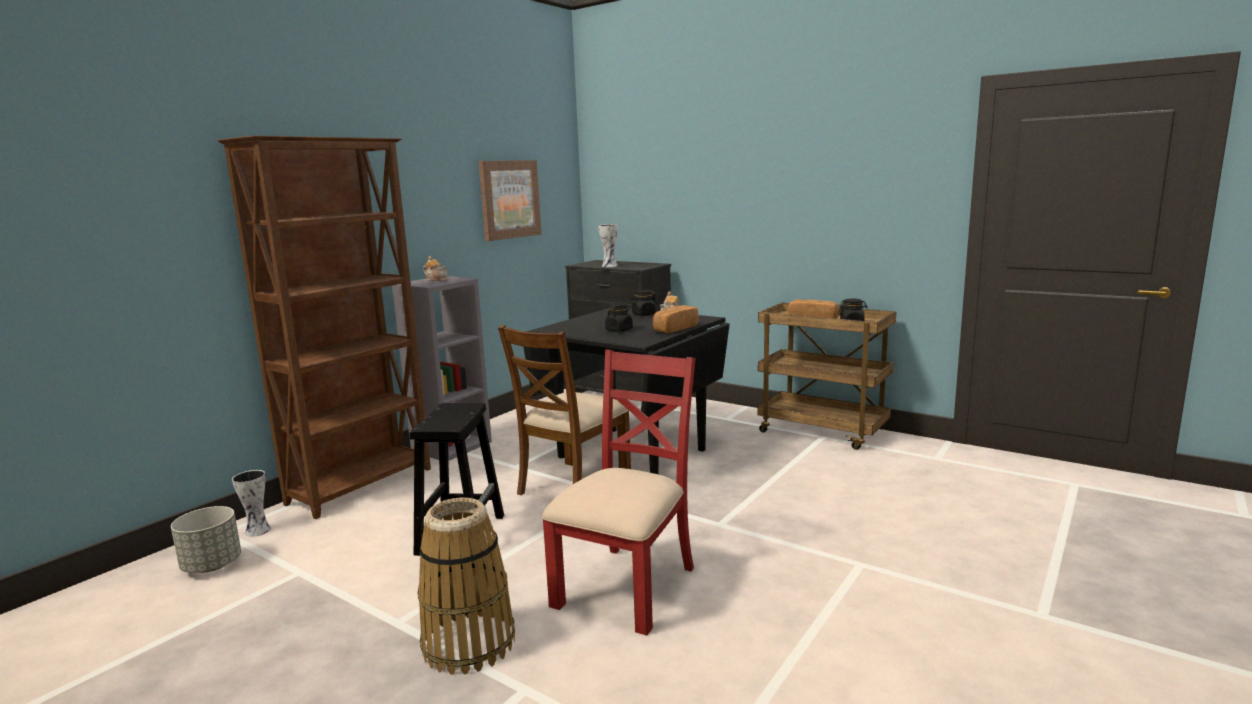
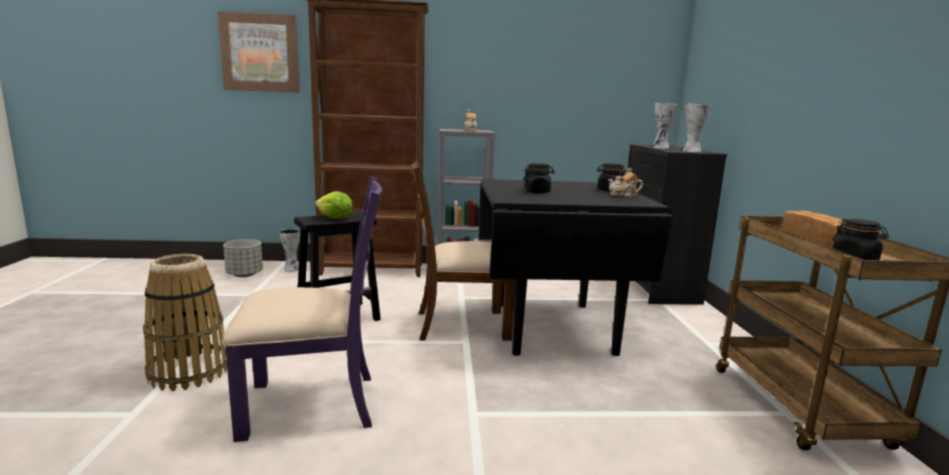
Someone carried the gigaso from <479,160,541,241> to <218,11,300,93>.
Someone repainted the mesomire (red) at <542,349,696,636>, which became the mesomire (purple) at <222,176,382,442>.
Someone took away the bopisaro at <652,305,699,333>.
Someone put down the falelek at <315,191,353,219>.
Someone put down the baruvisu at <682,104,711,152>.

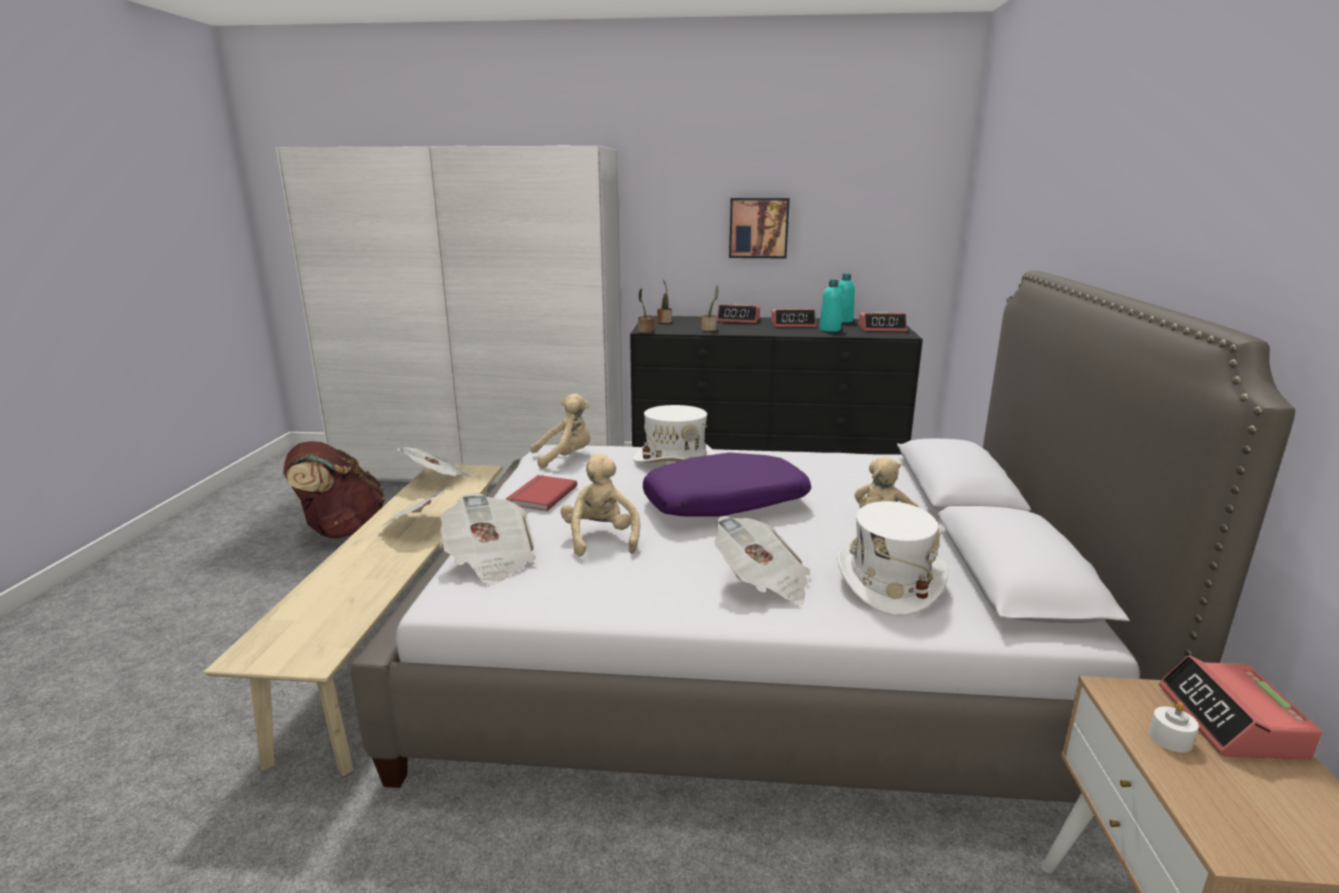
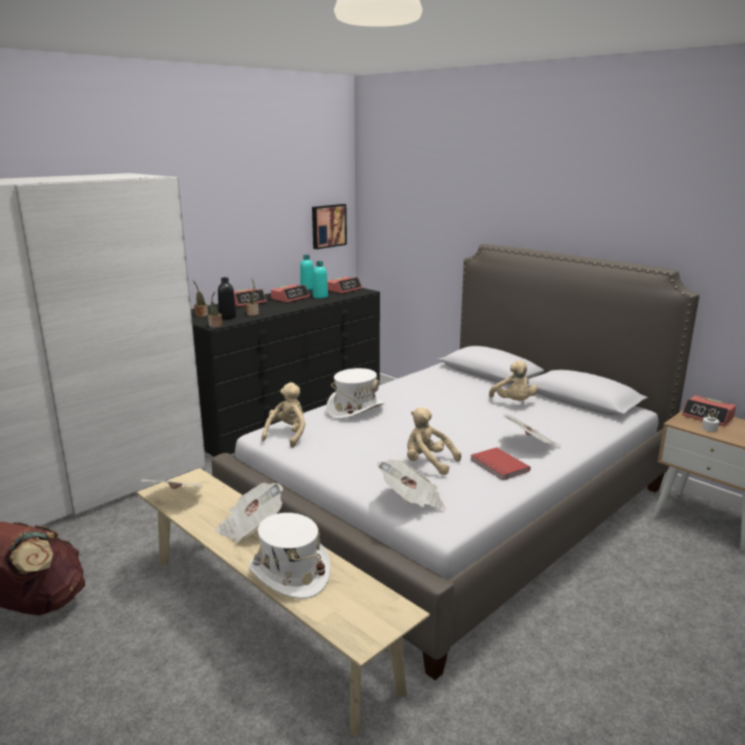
Someone carried the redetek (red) from <506,475,577,511> to <470,447,531,480>.
Someone took away the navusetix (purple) at <643,452,811,517>.
Someone carried the gigaso from <729,198,790,258> to <312,204,347,249>.
Someone carried the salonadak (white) from <837,501,948,616> to <249,513,330,599>.
Someone put down the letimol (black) at <218,277,236,319>.

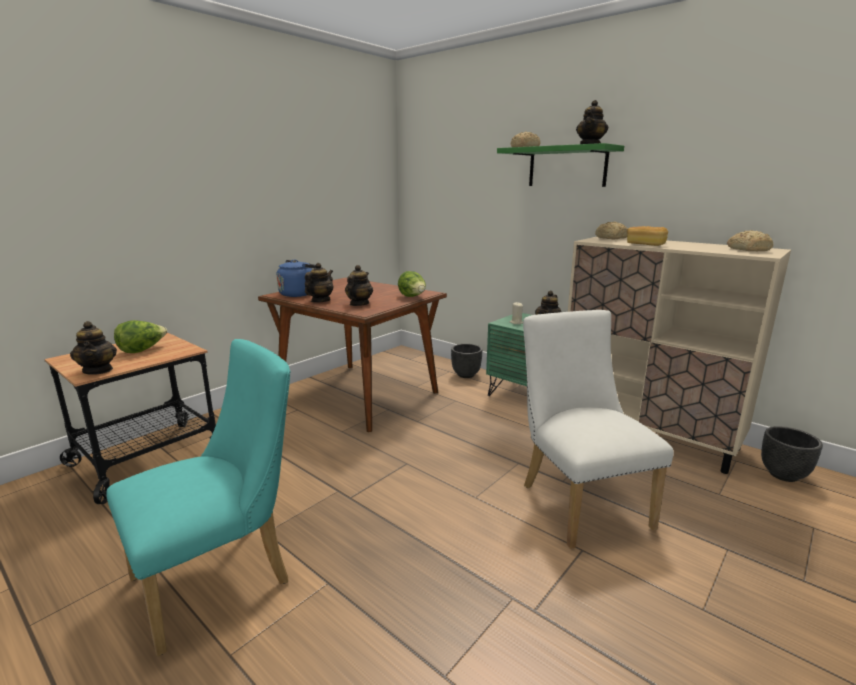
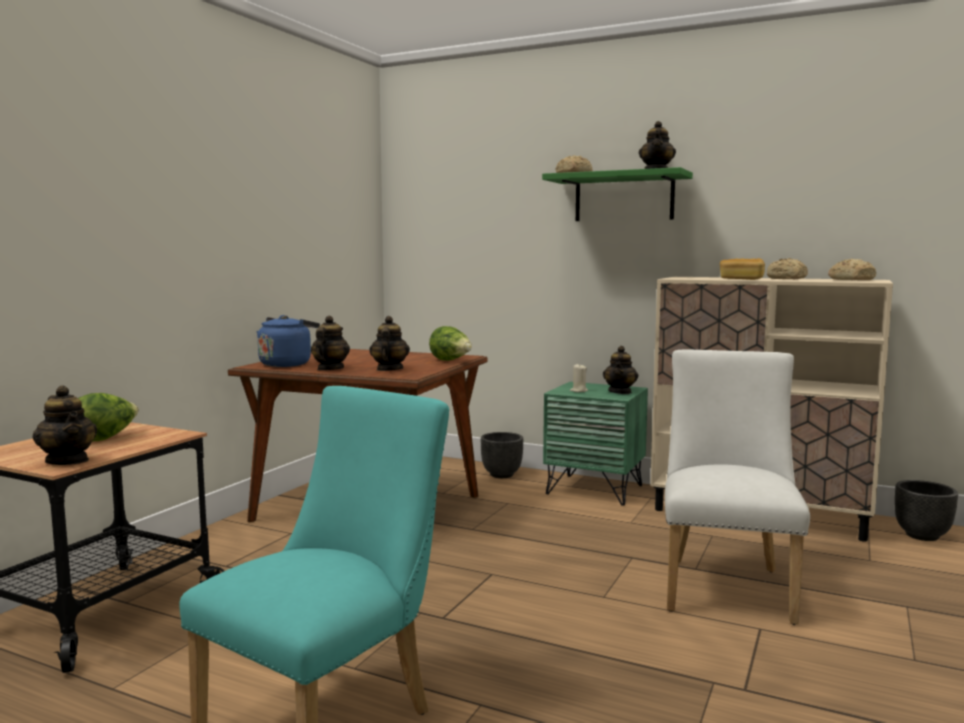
Someone rotated the mesomire (white) at <523,310,674,549> by 45 degrees clockwise.
Someone carried the bopisaro from <595,221,628,240> to <767,258,808,279>.

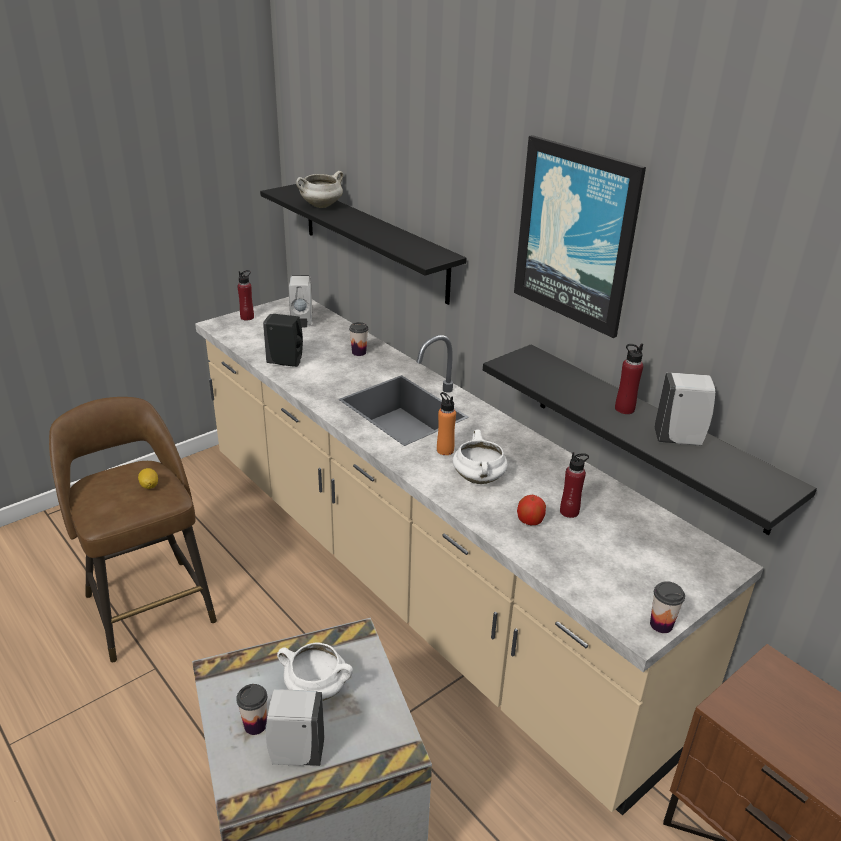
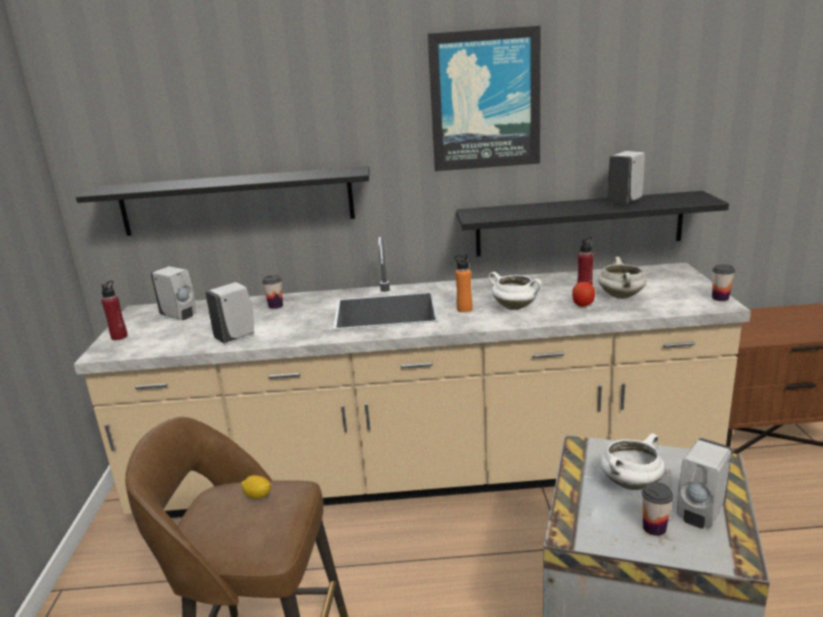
Someone repainted the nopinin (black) at <263,314,303,367>, which became the nopinin (white) at <205,282,254,343>.
Someone carried the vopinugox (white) from <296,171,344,208> to <598,257,646,299>.
Someone took away the letimol (red) at <615,344,643,414>.

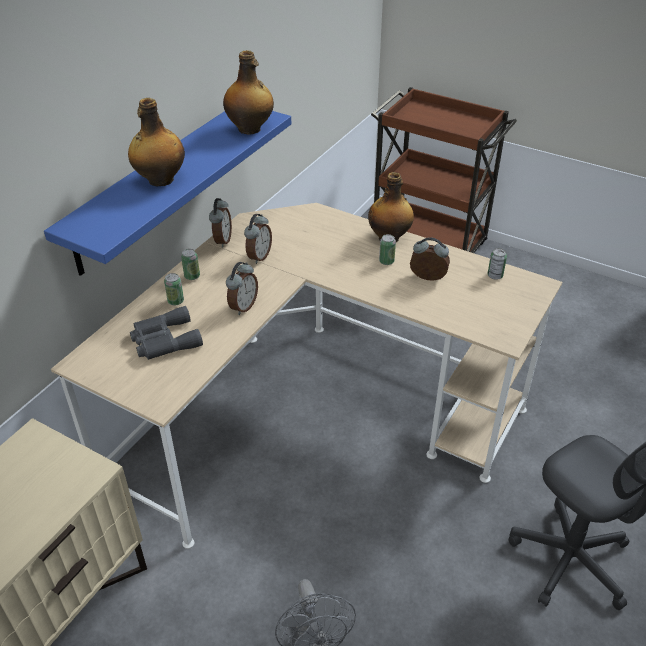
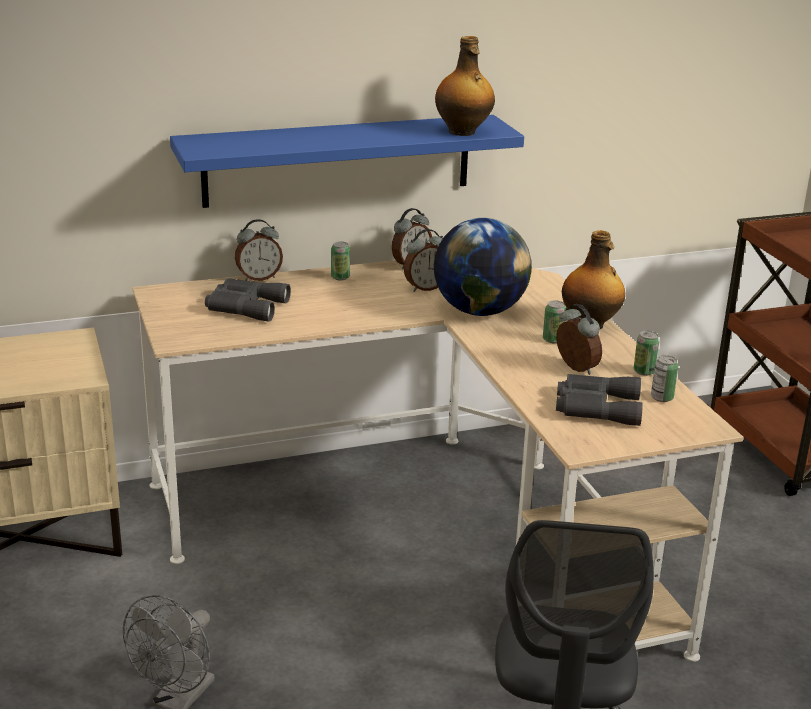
Someone took away the letimol at <128,98,185,186>.
Someone carried the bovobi from <164,273,184,305> to <633,331,659,376>.
Someone carried the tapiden from <226,262,258,315> to <235,219,283,281>.
Someone put down the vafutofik at <434,218,532,316>.
Someone put down the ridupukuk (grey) at <556,374,643,426>.

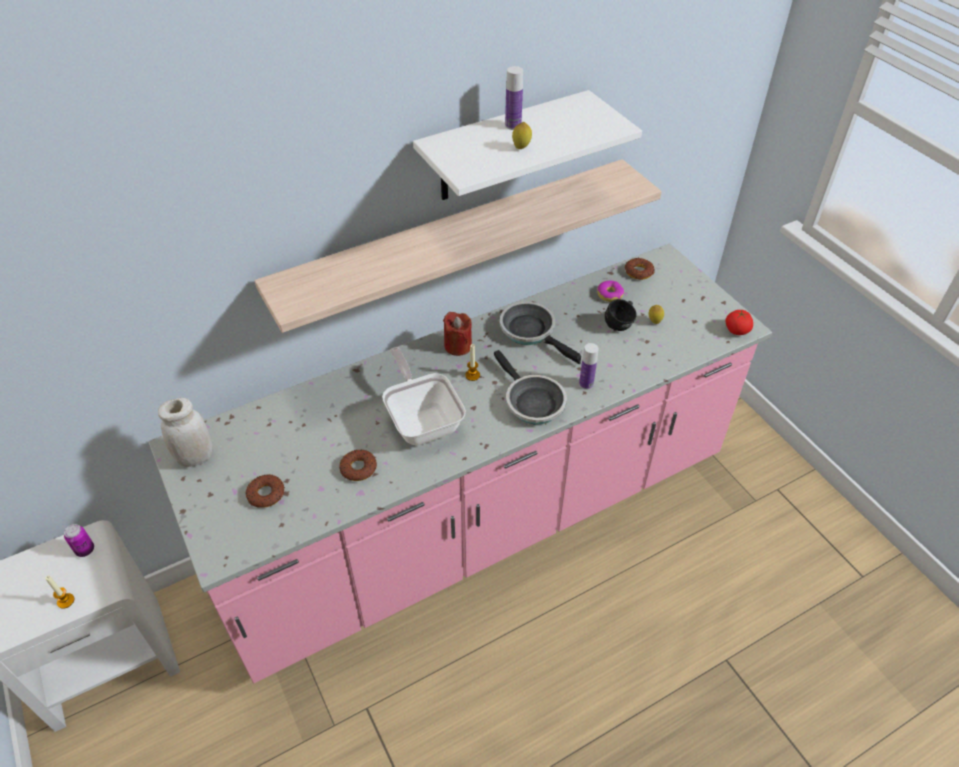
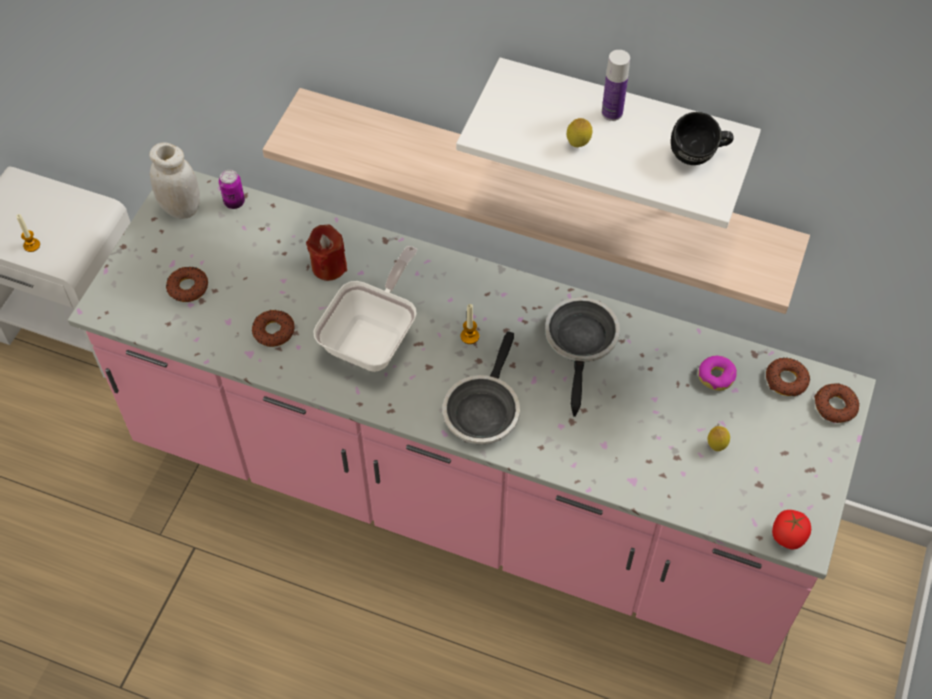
Someone carried the bovobi from <64,524,94,557> to <219,170,245,209>.
Someone carried the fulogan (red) from <443,312,472,356> to <306,224,347,281>.
Someone took away the letimol at <579,343,599,390>.
Someone carried the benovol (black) from <605,299,637,331> to <671,112,734,165>.
Someone put down the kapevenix at <814,383,859,423>.

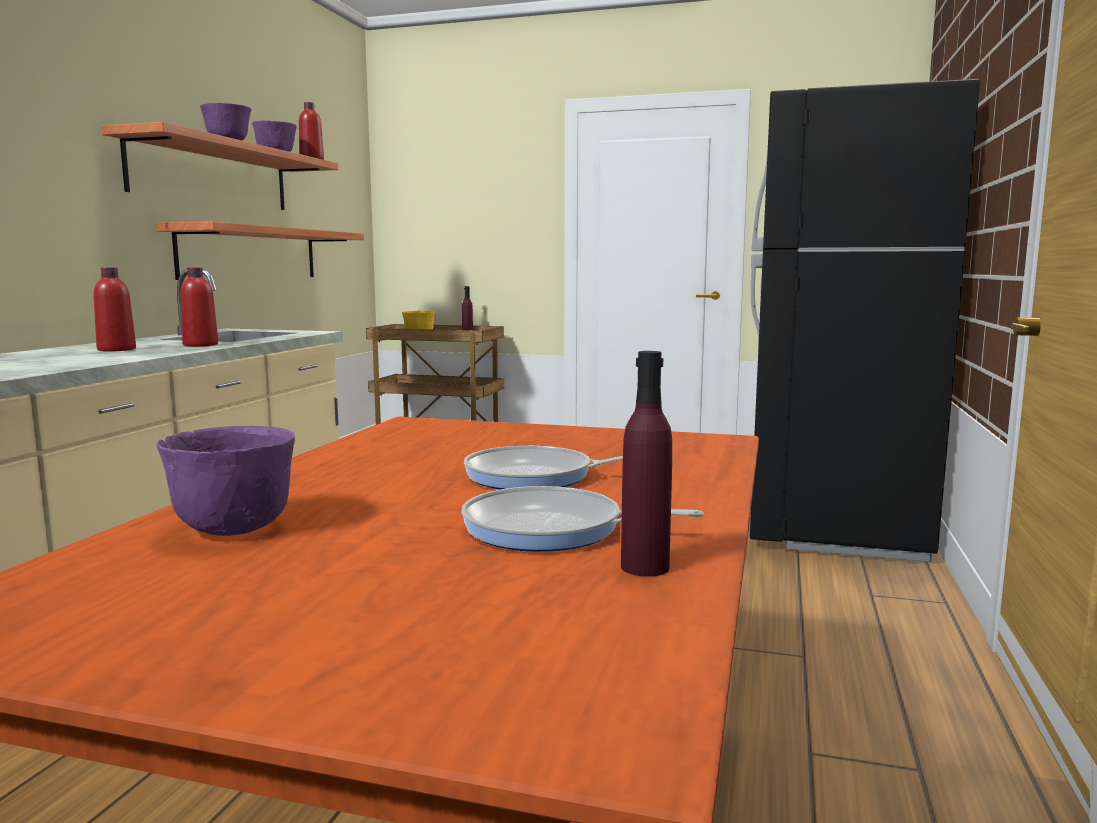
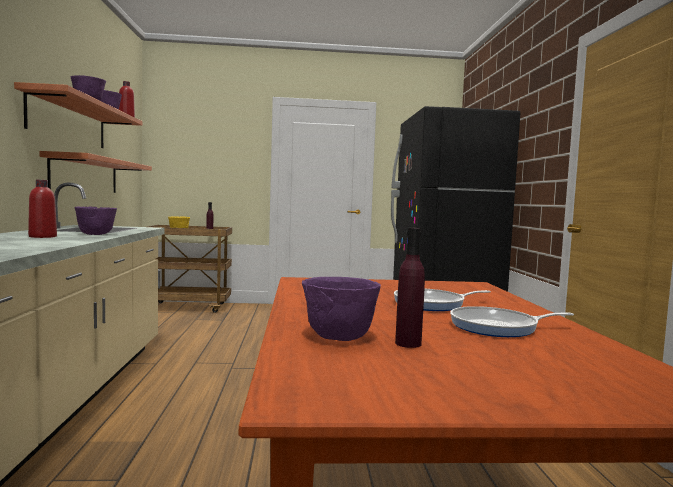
Someone swapped the letimol (red) at <180,268,218,347> for the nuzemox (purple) at <75,206,117,235>.
Someone carried the letimol (purple) from <621,351,672,577> to <395,228,425,348>.

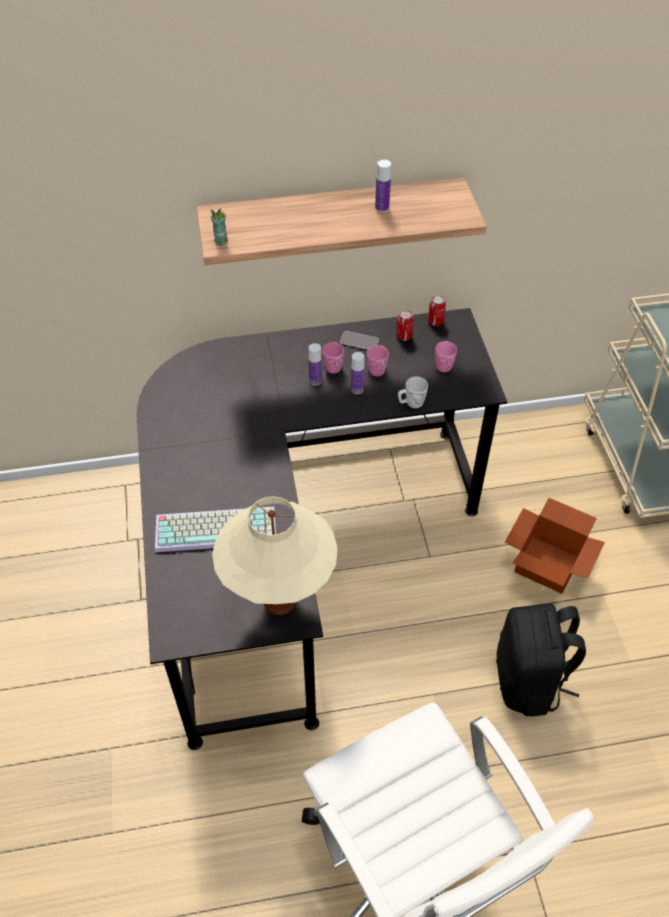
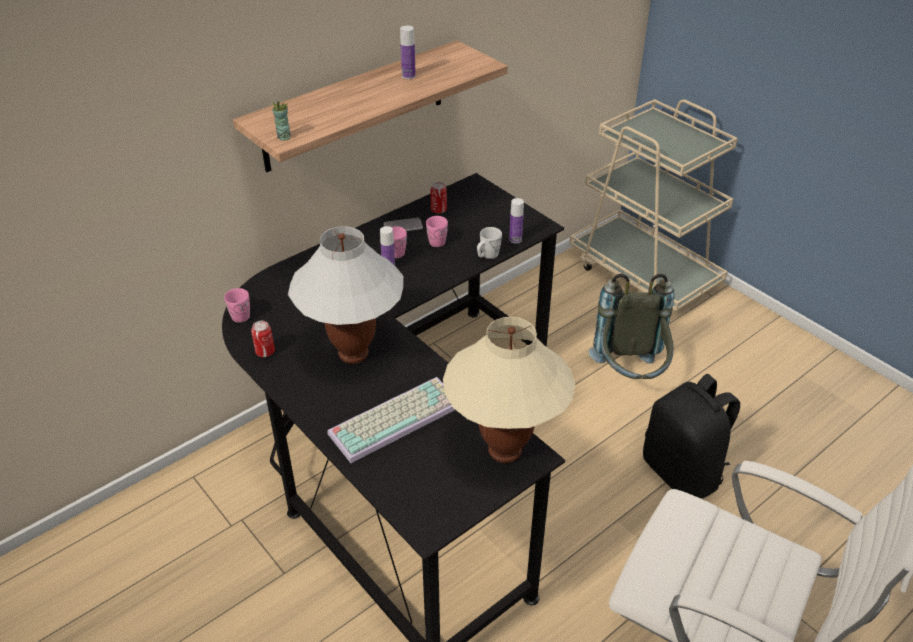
Someone carried the letimol from <351,352,364,394> to <509,198,524,243>.
Someone carried the bovobi from <428,295,446,326> to <251,321,275,357>.
Someone carried the benovol (pink) from <435,341,457,372> to <224,288,250,323>.
Someone swapped the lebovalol at <505,498,605,594> for the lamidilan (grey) at <588,274,675,379>.
Someone put down the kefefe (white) at <288,226,403,364>.

